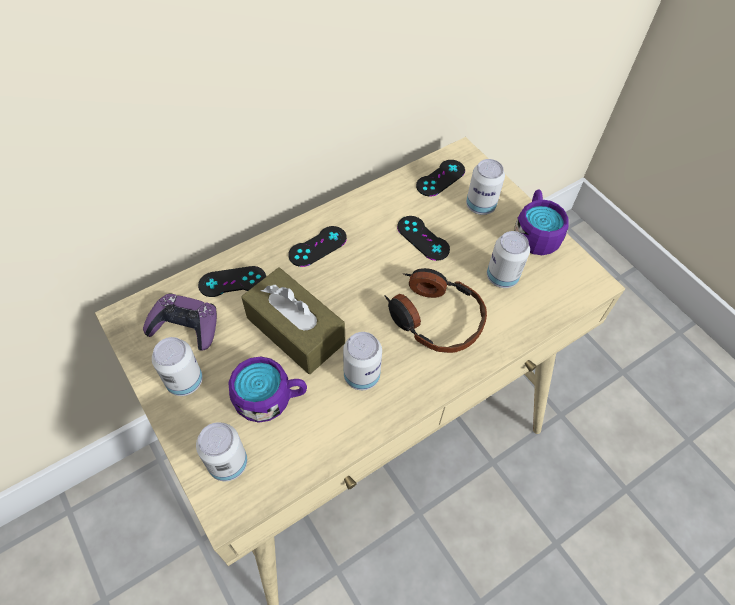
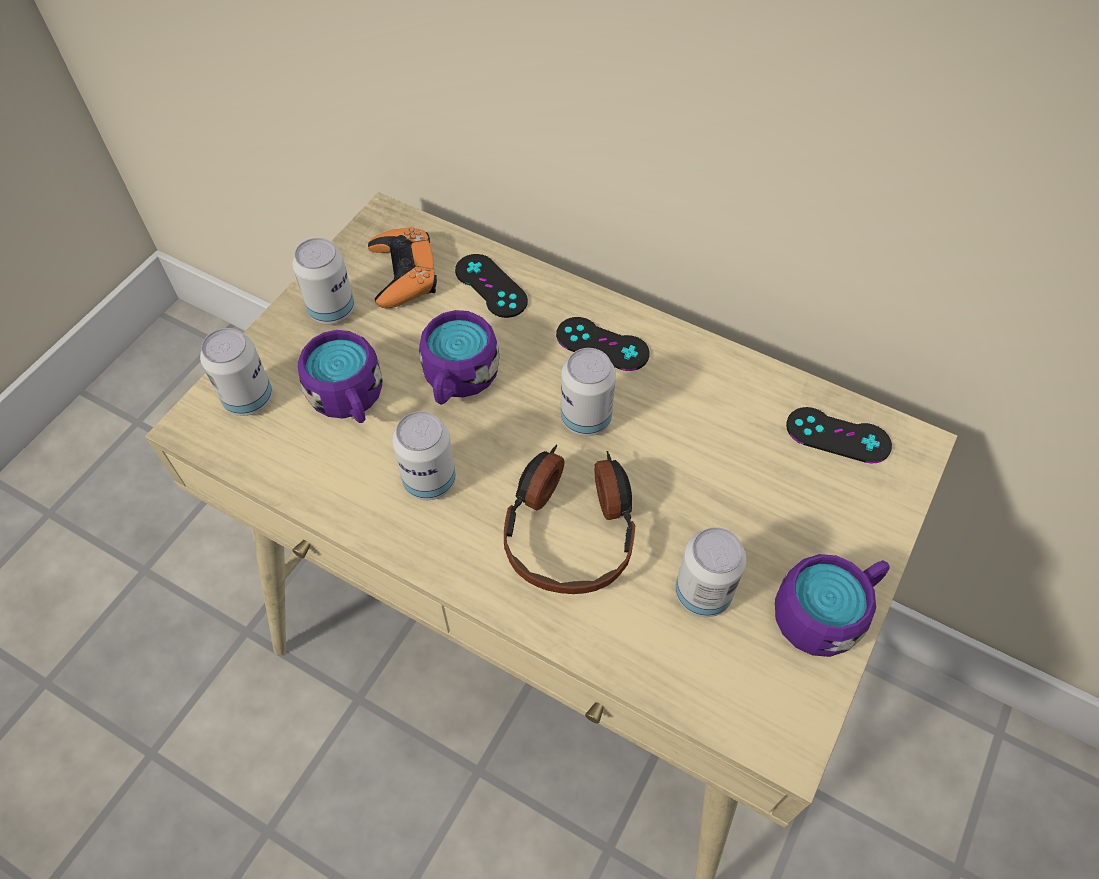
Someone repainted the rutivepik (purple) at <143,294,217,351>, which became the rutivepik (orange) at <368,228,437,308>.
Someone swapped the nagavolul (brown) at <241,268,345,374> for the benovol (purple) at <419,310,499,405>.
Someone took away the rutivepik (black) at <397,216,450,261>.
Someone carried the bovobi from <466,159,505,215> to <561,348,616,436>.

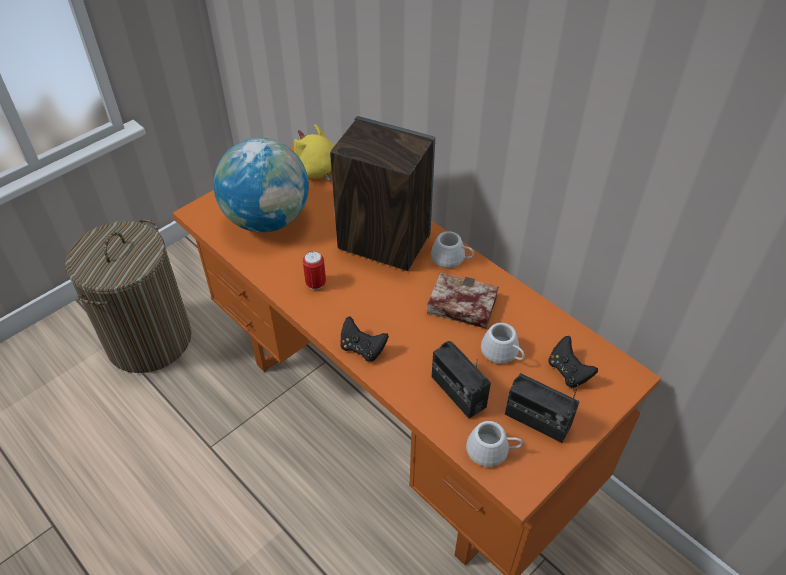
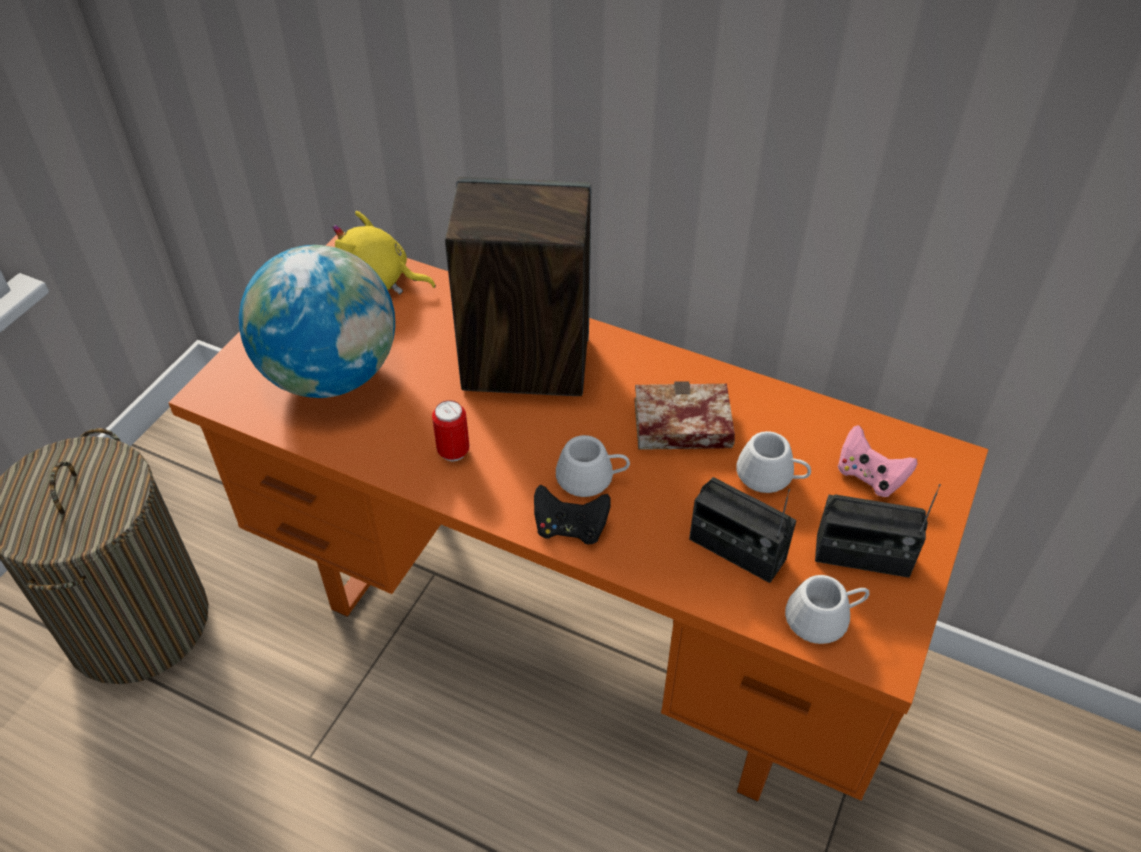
Someone carried the benovol (white) from <431,231,474,268> to <556,435,630,497>.
Someone repainted the rutivepik (black) at <548,336,598,388>, which became the rutivepik (pink) at <838,425,918,497>.

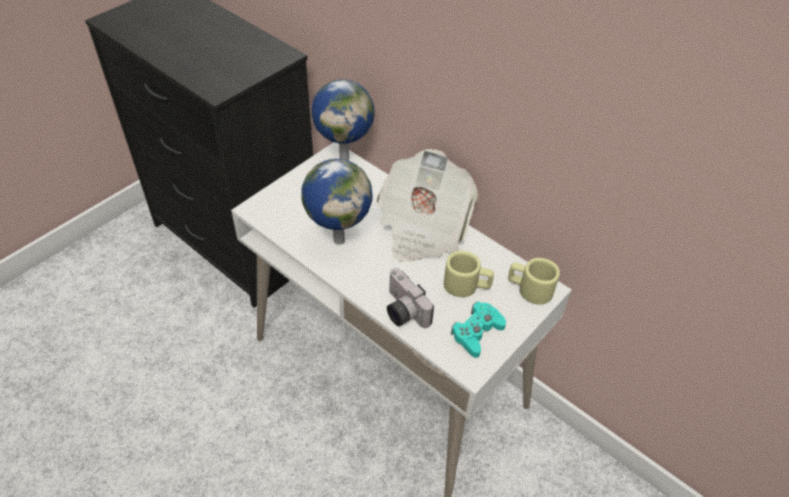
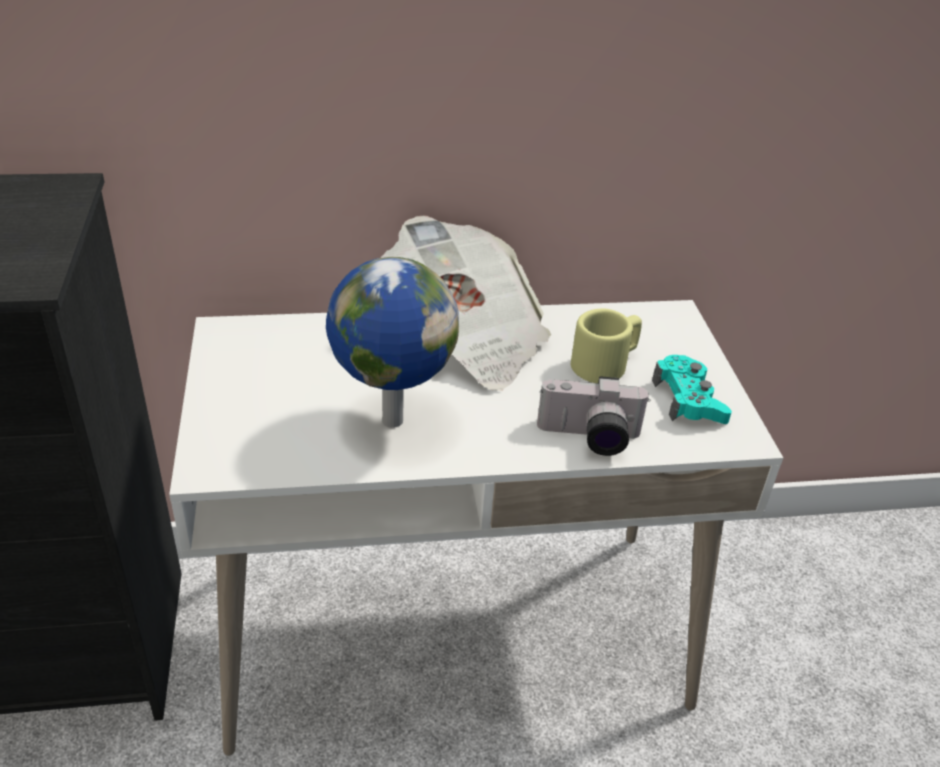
Someone took away the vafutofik at <311,79,374,160>.
Someone took away the benovol (beige) at <508,258,560,305>.

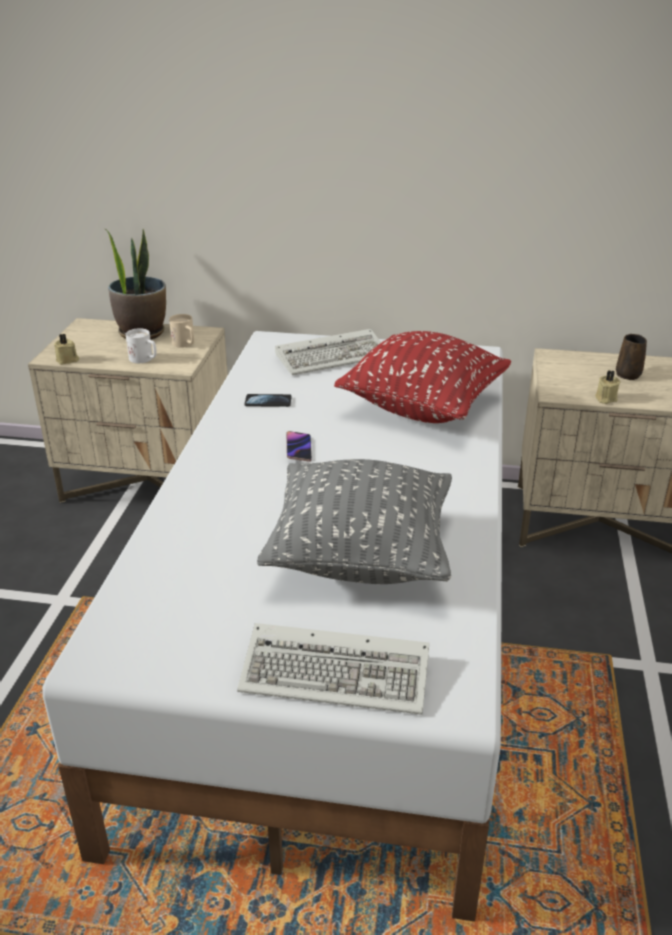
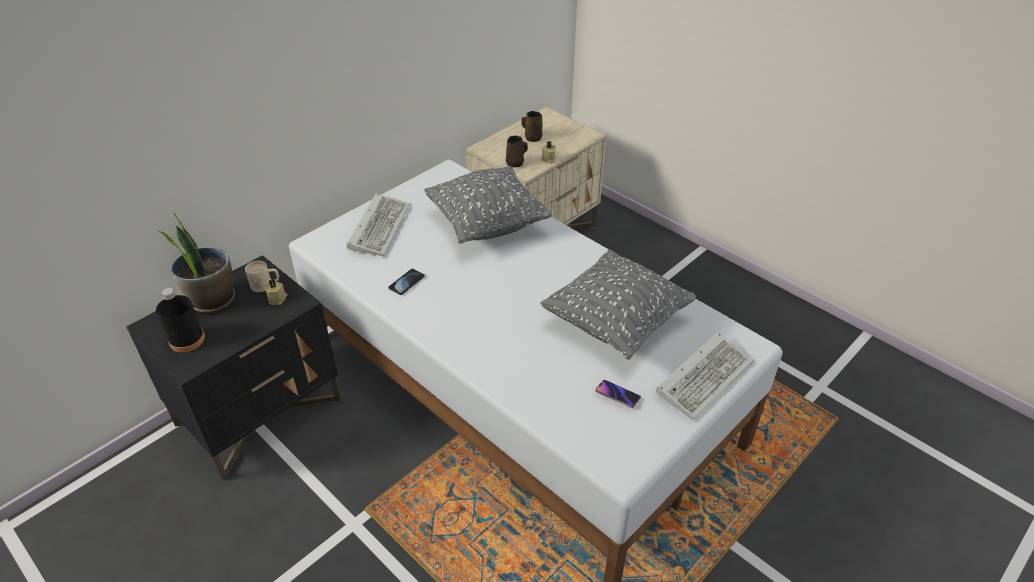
Someone repainted the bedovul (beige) at <28,318,228,503>, which became the bedovul (black) at <127,255,341,480>.
Someone carried the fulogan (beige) from <54,334,79,365> to <264,279,287,305>.
Someone took away the benovol (white) at <126,328,157,363>.
Someone carried the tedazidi from <286,431,312,462> to <595,380,641,408>.
Someone repainted the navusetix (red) at <334,331,511,423>, which became the navusetix (grey) at <424,166,552,244>.
Someone put down the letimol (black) at <156,288,205,352>.
Someone put down the benovol (brown) at <506,136,528,168>.

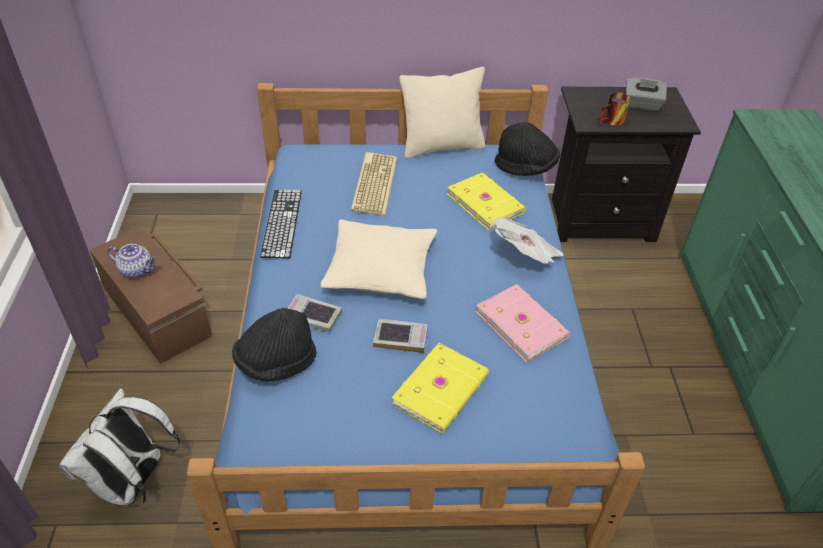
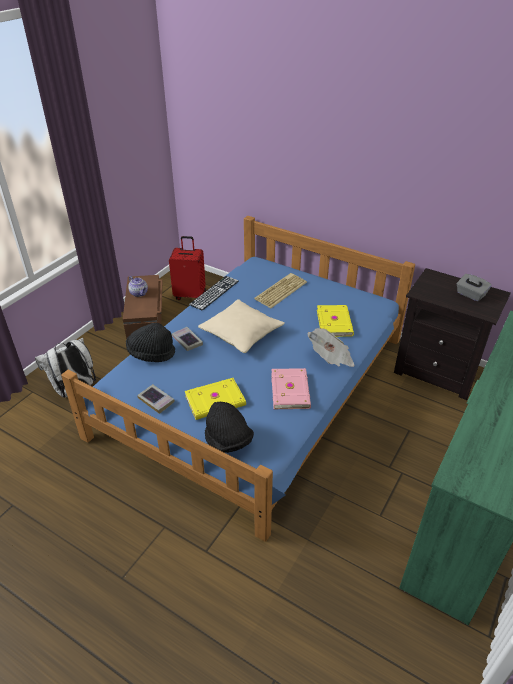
Someone carried the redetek from <373,319,428,353> to <137,384,175,414>.
Someone took away the navusetix (beige) at <399,67,485,158>.
Someone carried the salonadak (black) from <495,122,560,176> to <205,402,254,453>.
Someone took away the benovol at <599,92,631,126>.
Someone put down the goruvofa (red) at <169,236,206,300>.

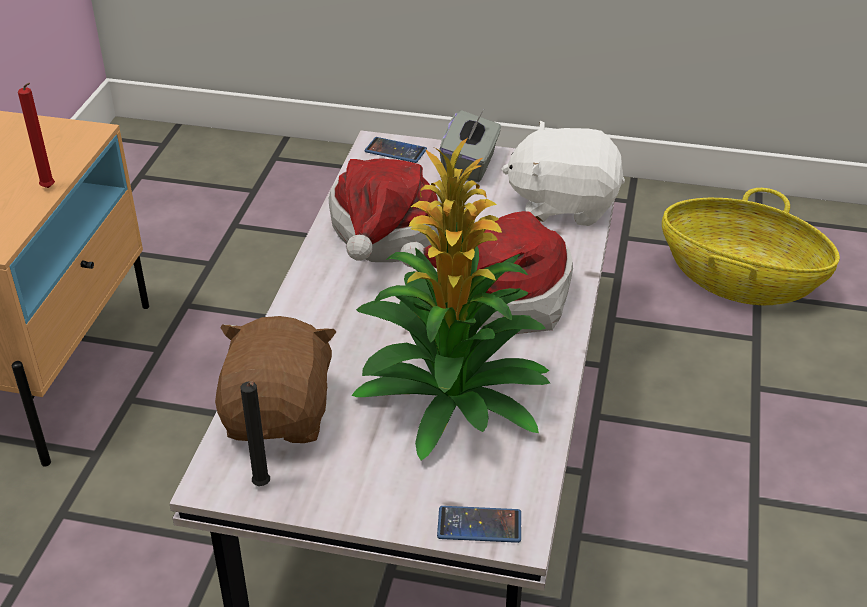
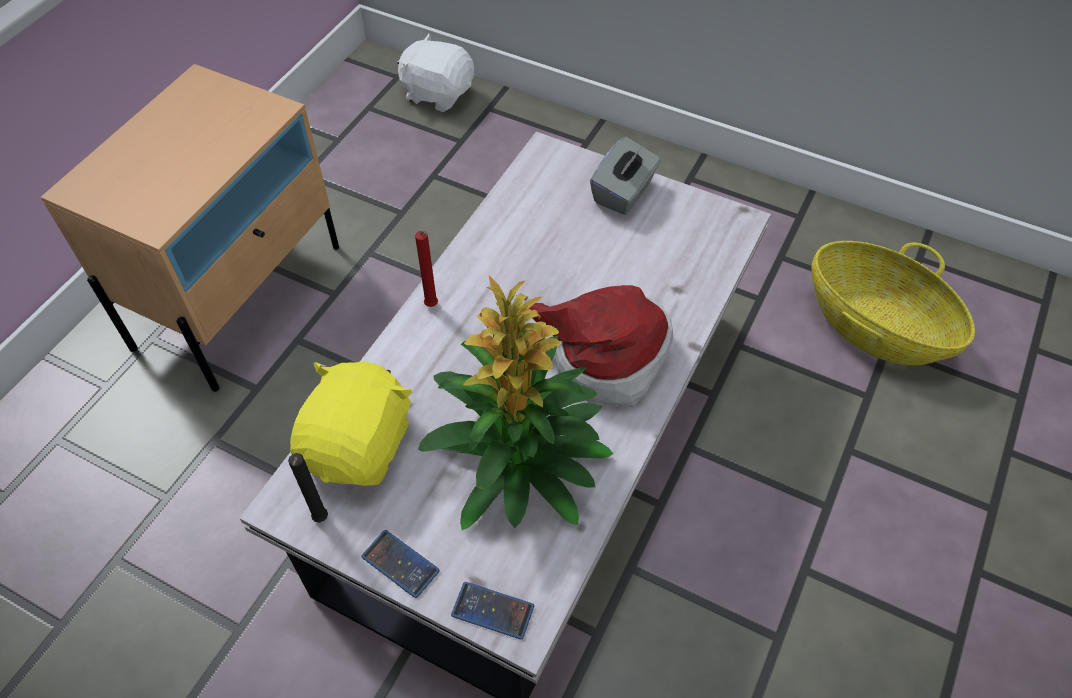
Someone carried the fulogan (red) from <18,83,55,188> to <415,231,438,307>.
Someone repainted the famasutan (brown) at <215,316,336,443>, which became the famasutan (yellow) at <290,362,413,486>.
Someone took away the salonadak at <329,158,442,262>.
Someone carried the tedazidi from <364,137,427,163> to <361,530,440,598>.
Someone carried the famasutan (white) from <502,121,625,226> to <397,34,474,112>.

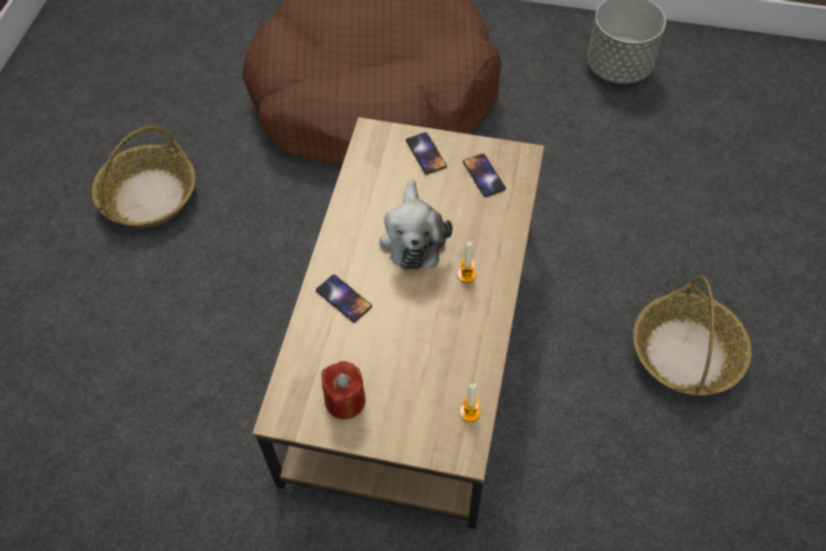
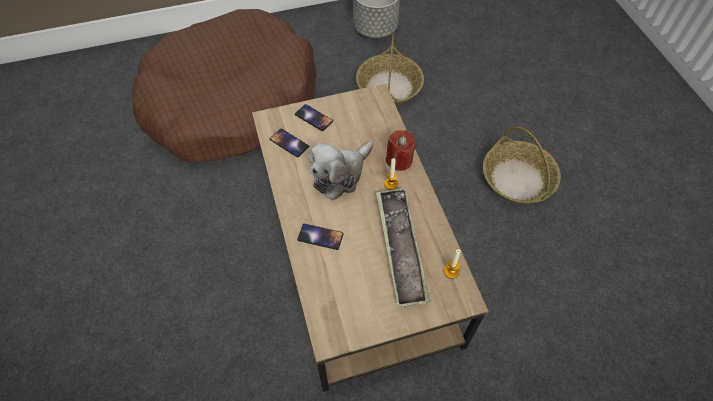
Someone carried the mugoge from <92,126,195,228> to <356,34,424,106>.
Someone carried the fulogan (red) from <321,361,365,419> to <386,130,417,171>.
Someone rotated the famasutan at <379,179,452,270> by 75 degrees clockwise.
Someone carried the tedazidi from <463,153,506,197> to <270,128,309,157>.
Someone put down the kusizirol at <376,188,431,307>.

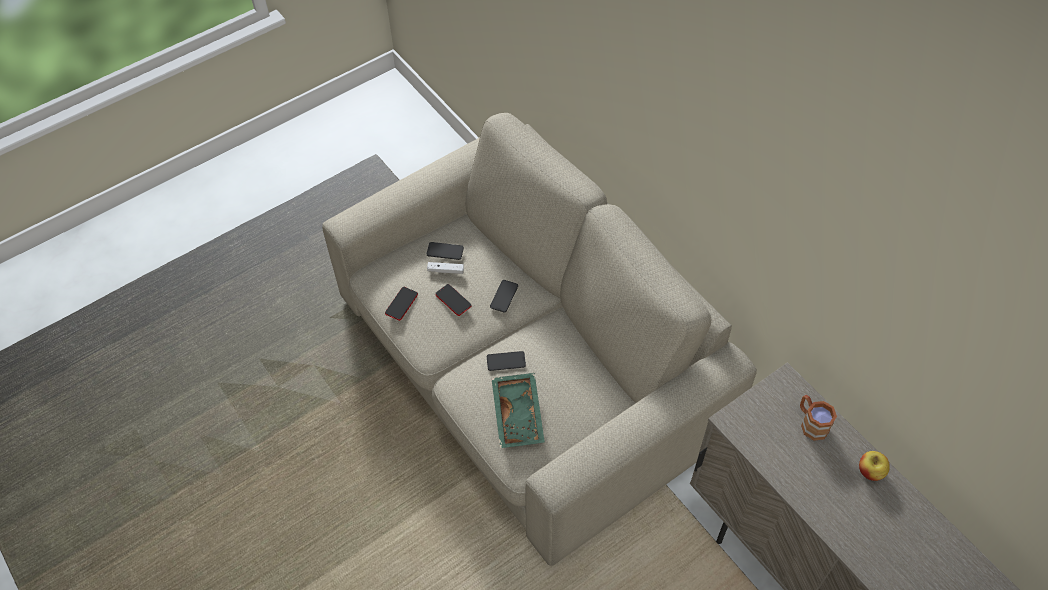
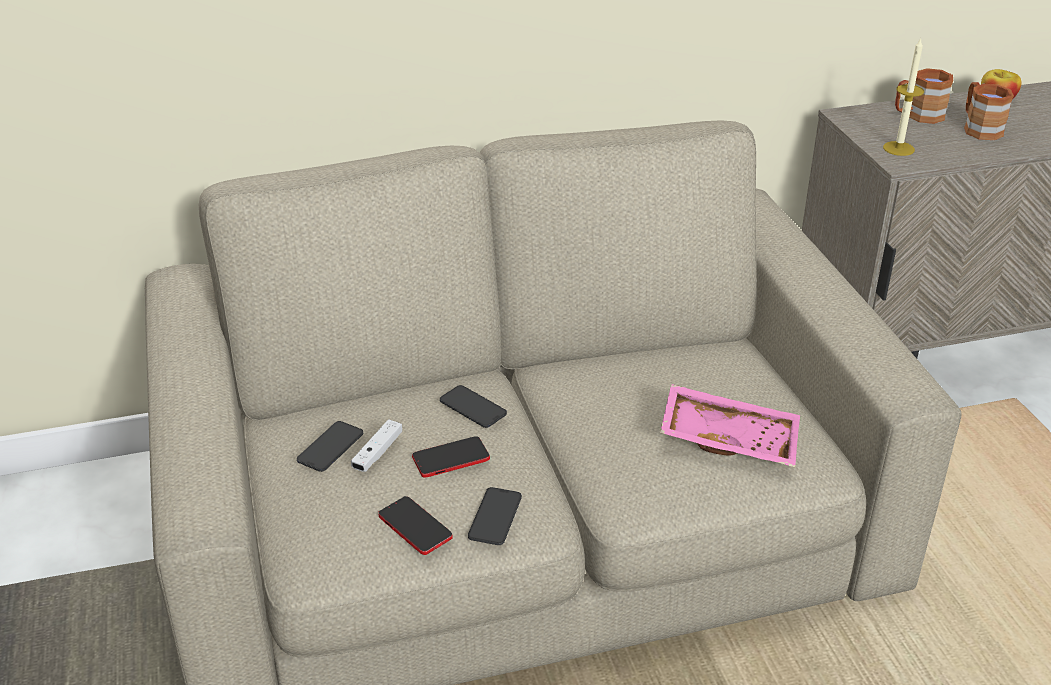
Someone carried the tedazidi from <487,351,526,371> to <468,487,522,545>.
Someone repainted the kusizirol (green) at <491,373,545,448>, which became the kusizirol (pink) at <660,384,800,467>.
Someone put down the fulogan at <883,38,924,156>.
Someone put down the benovol (brown) at <964,82,1014,140>.

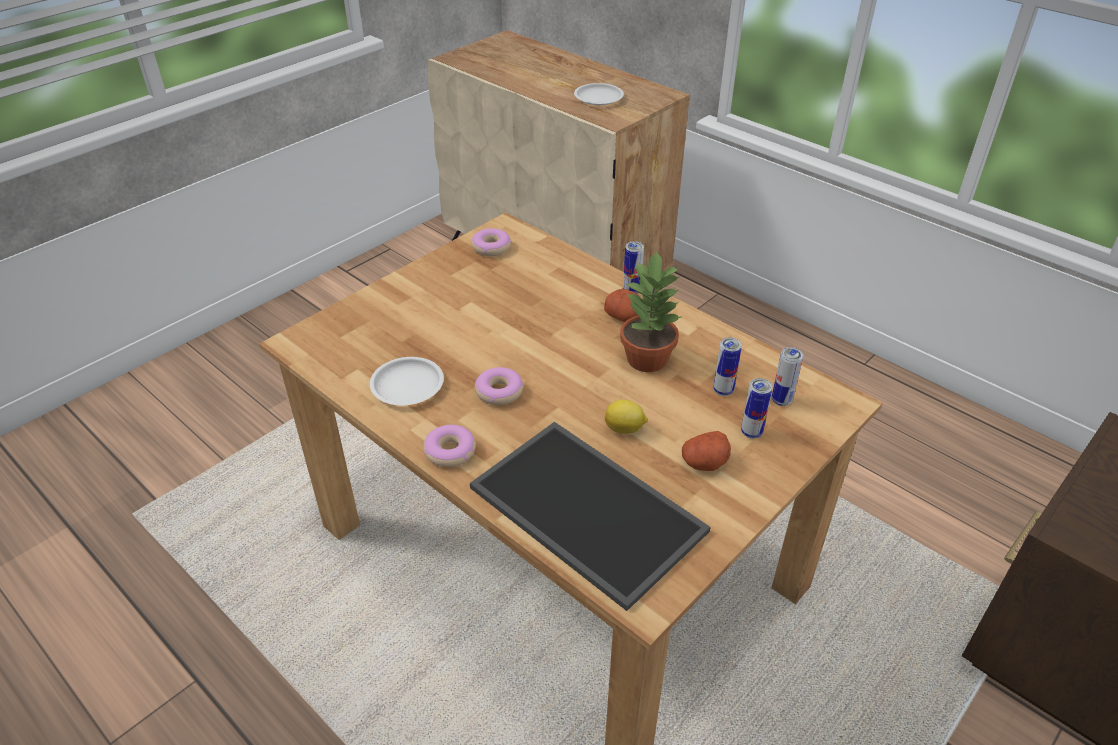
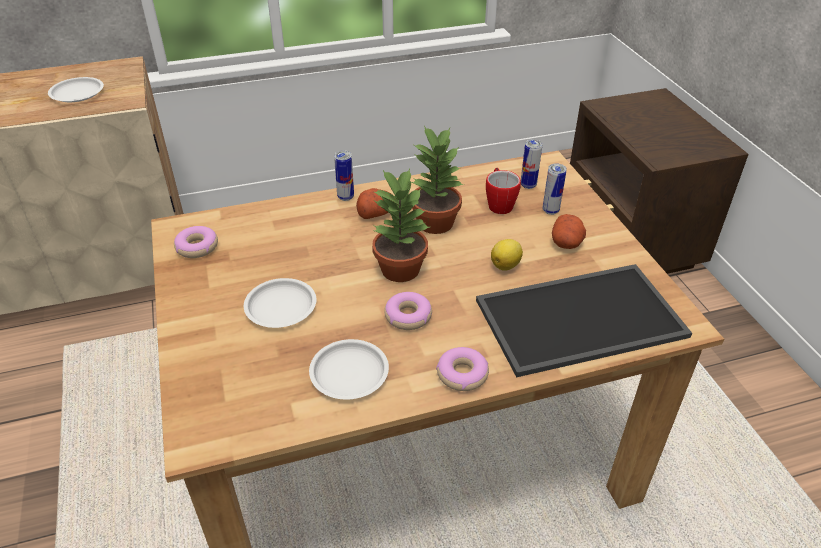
Someone swapped the bovobi at <713,337,742,396> for the benovol at <486,168,521,214>.
Someone put down the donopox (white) at <244,278,316,328>.
Someone put down the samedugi at <372,169,430,282>.

